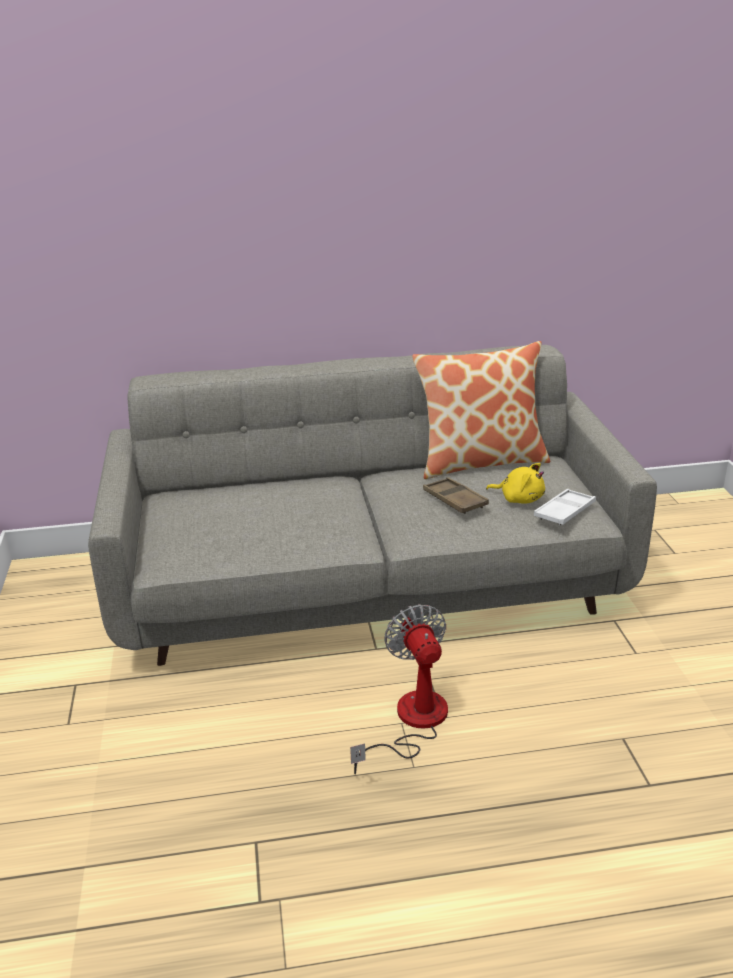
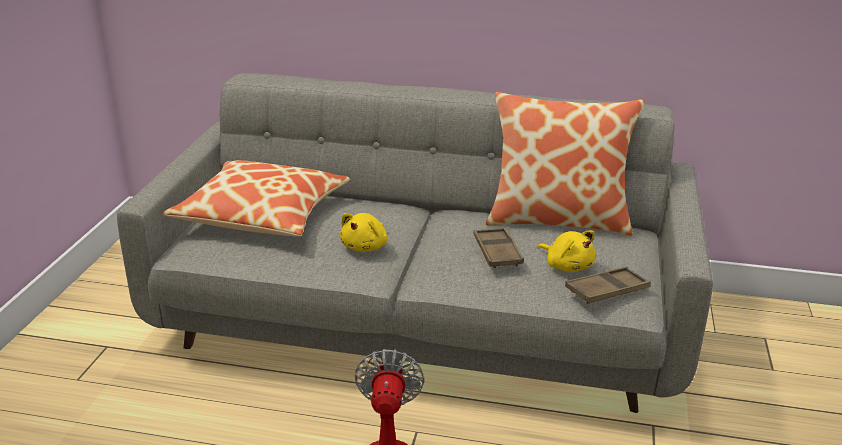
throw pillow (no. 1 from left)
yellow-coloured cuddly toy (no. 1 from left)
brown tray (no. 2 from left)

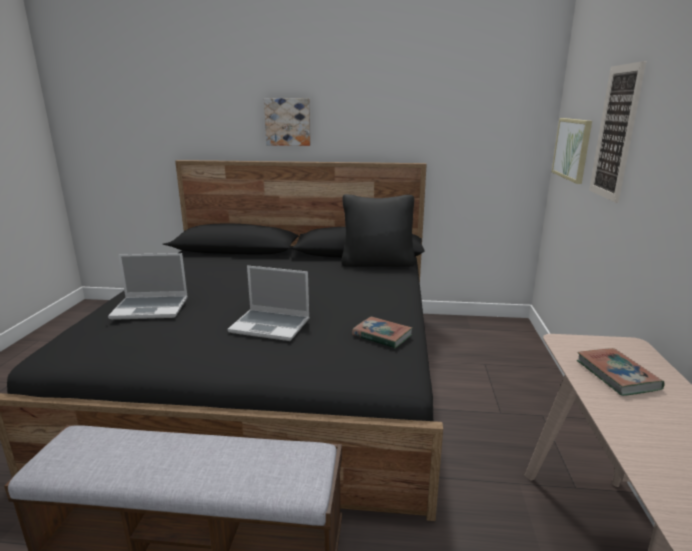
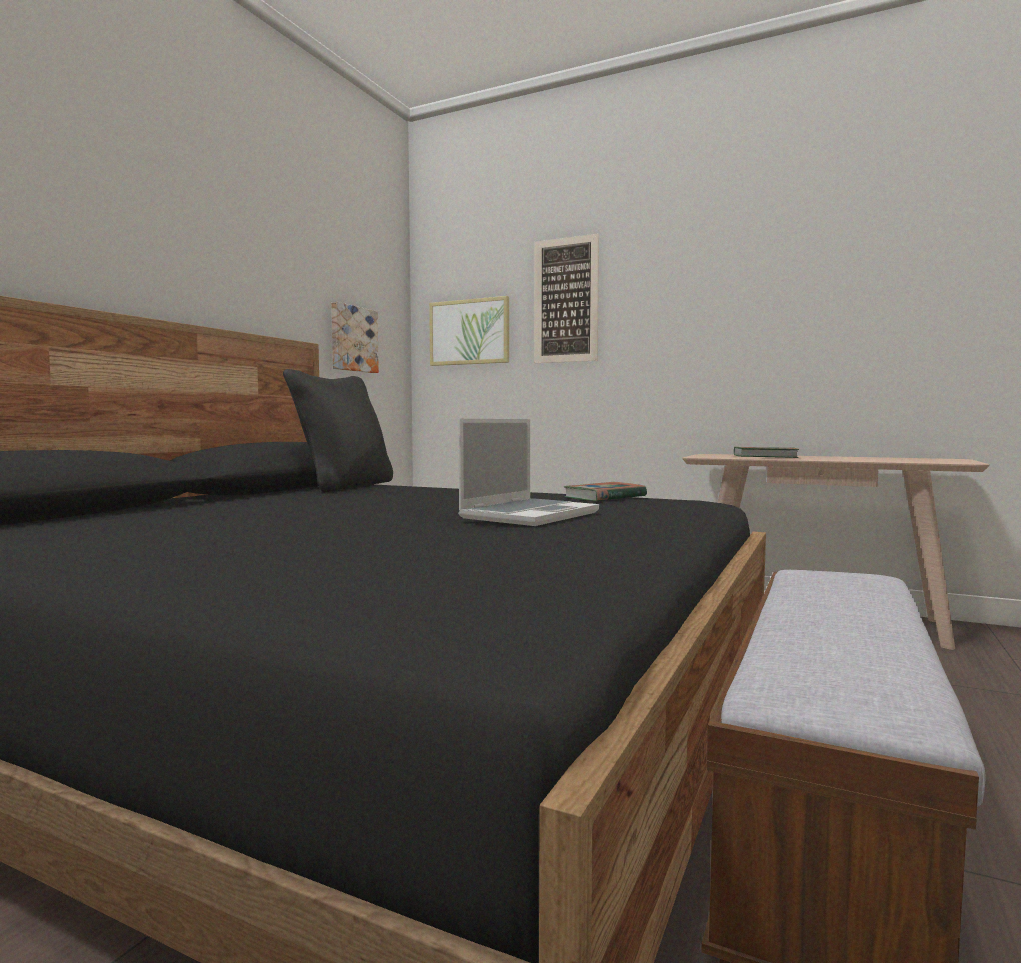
notebook computer (no. 1 from left in the first image)
wall picture (no. 1 from left)

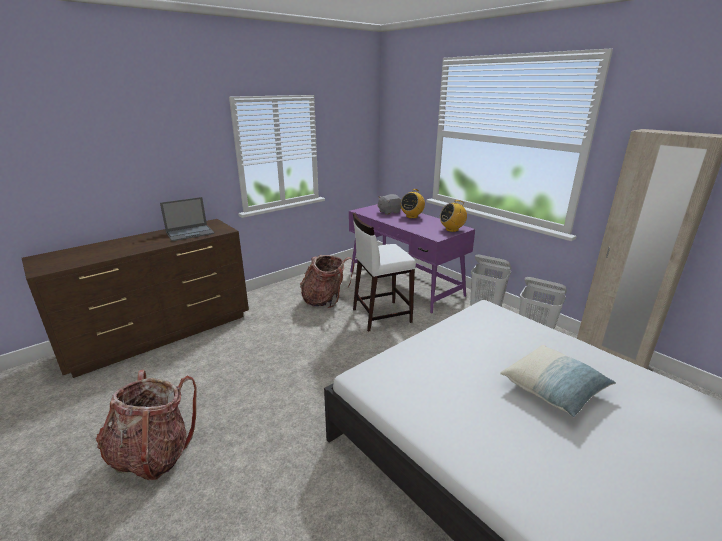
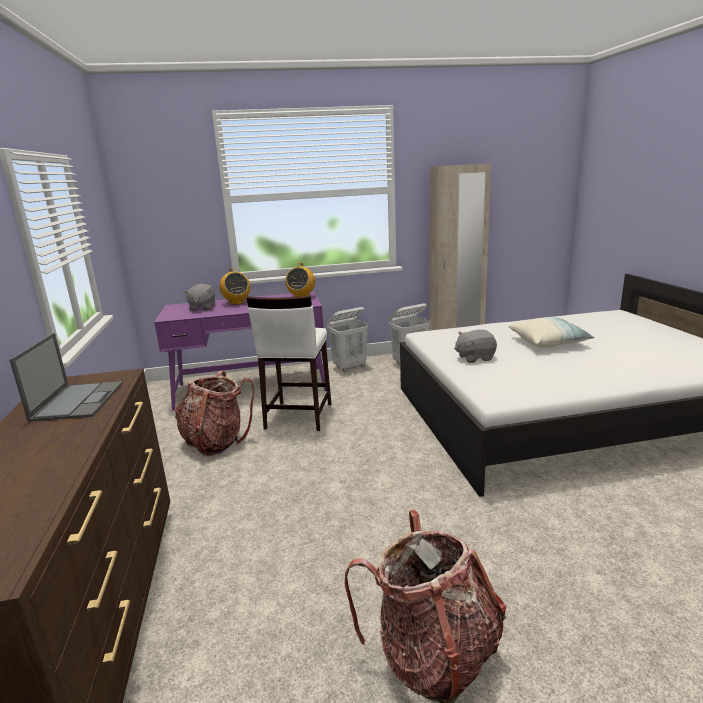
grey cuddly toy (no. 2 from left)

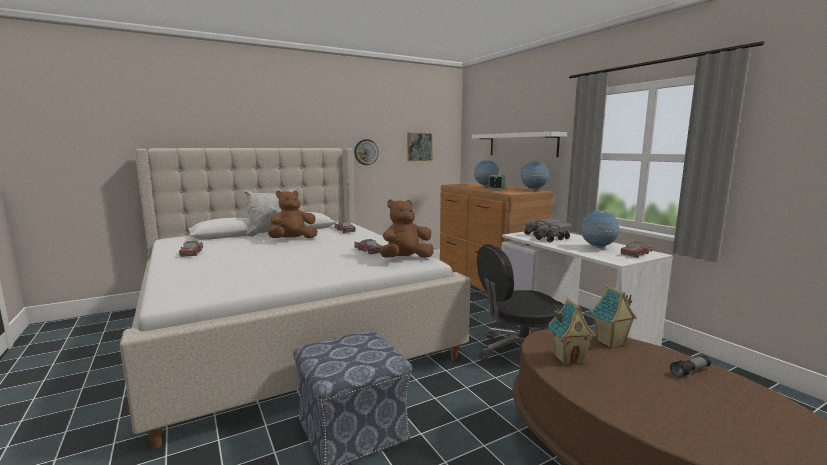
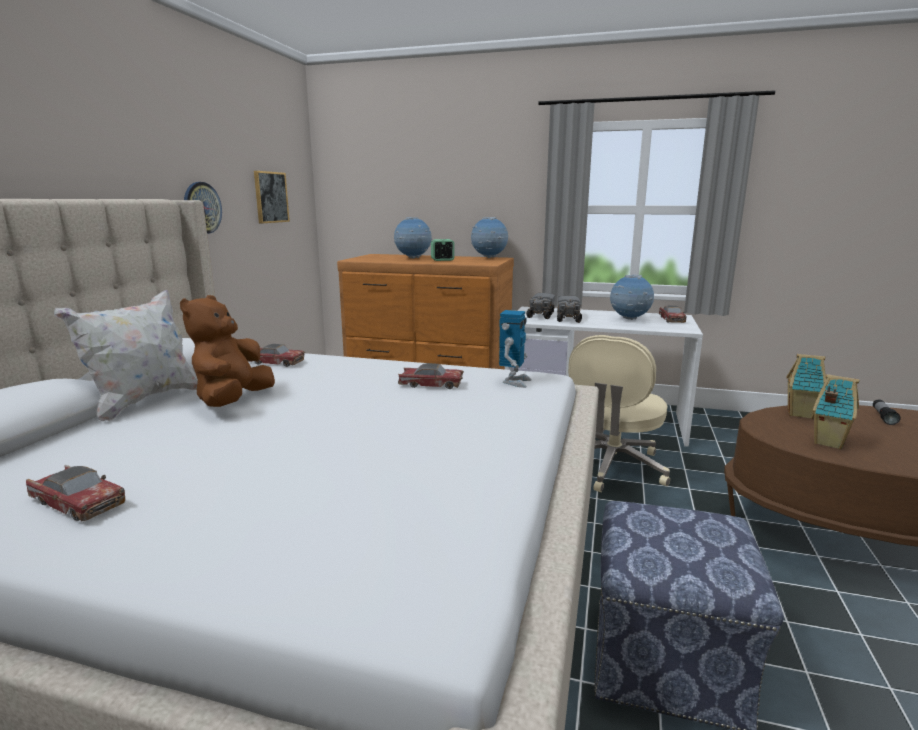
white shelf
model robot
sand-coloured desk chair

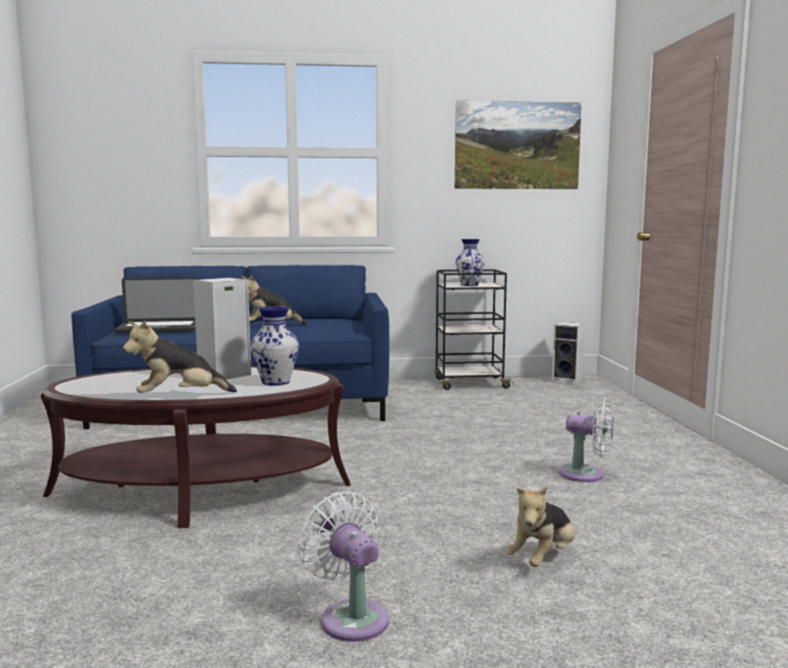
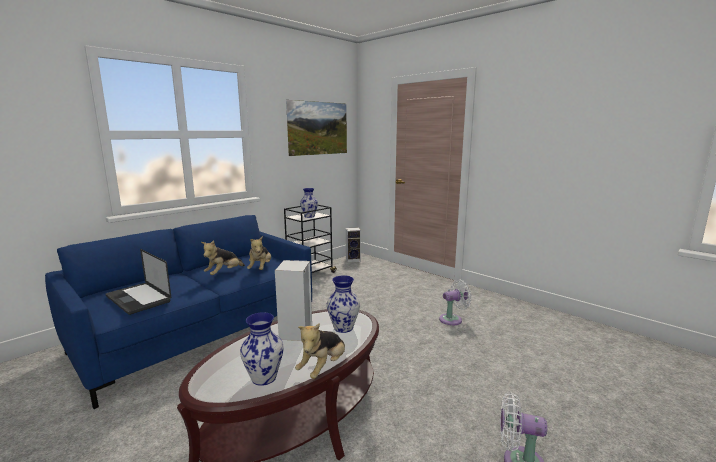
vase (no. 1 from left)
cuddly toy (no. 2 from left)
notebook computer

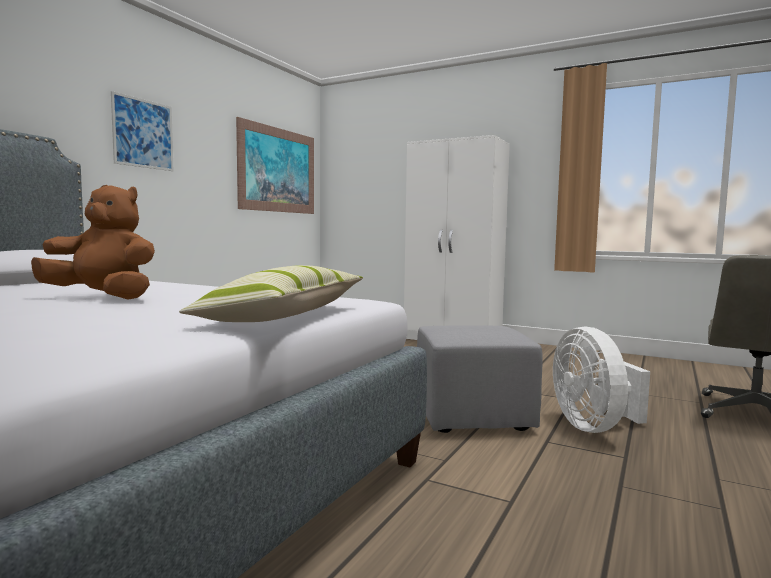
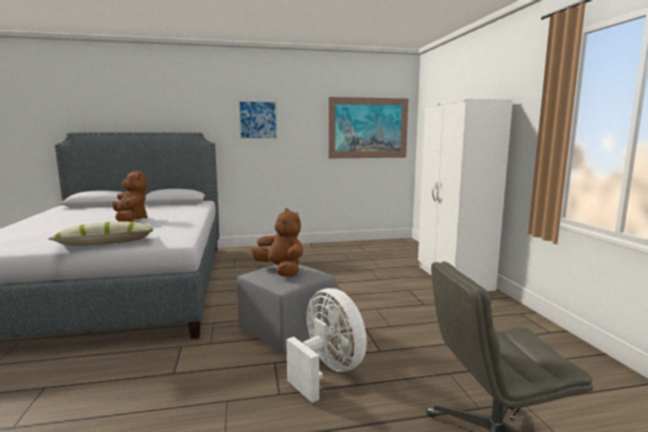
brown cuddly toy (no. 2 from left)
white electric fan

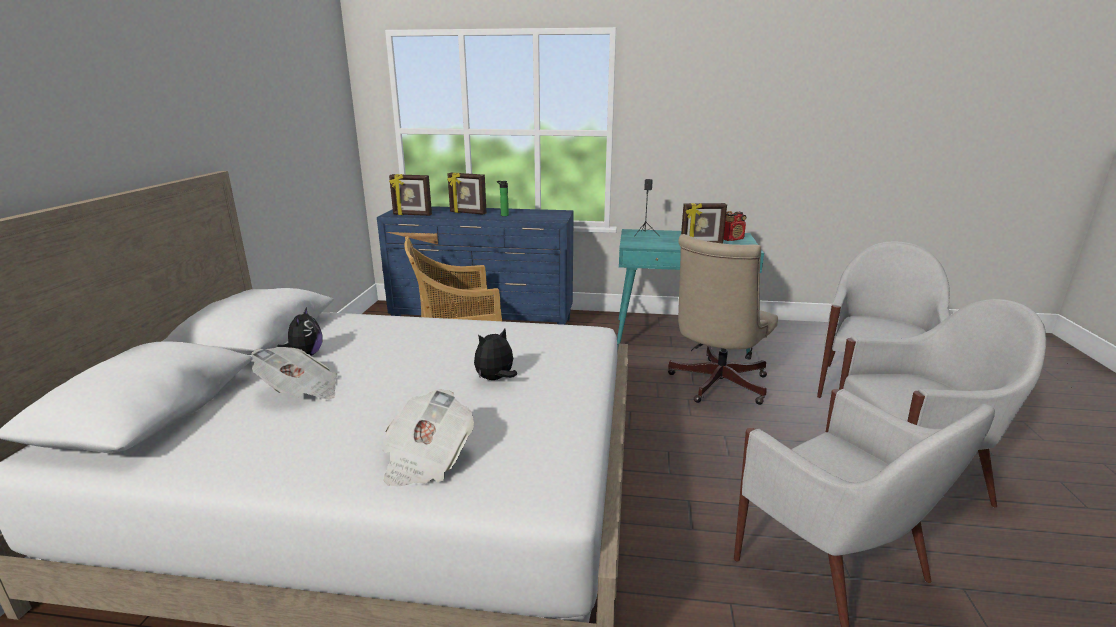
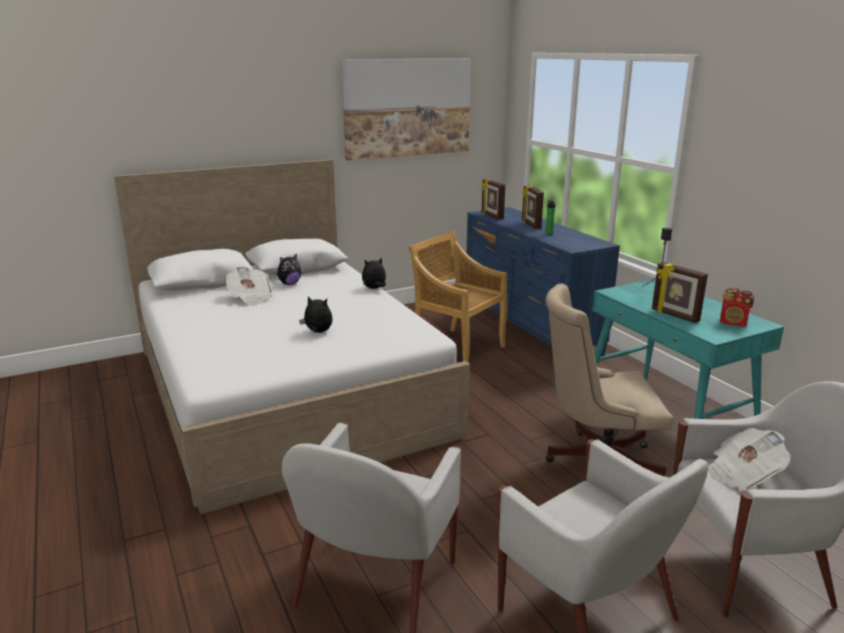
wall picture
cuddly toy (no. 3 from left)
printed paper (no. 2 from left)

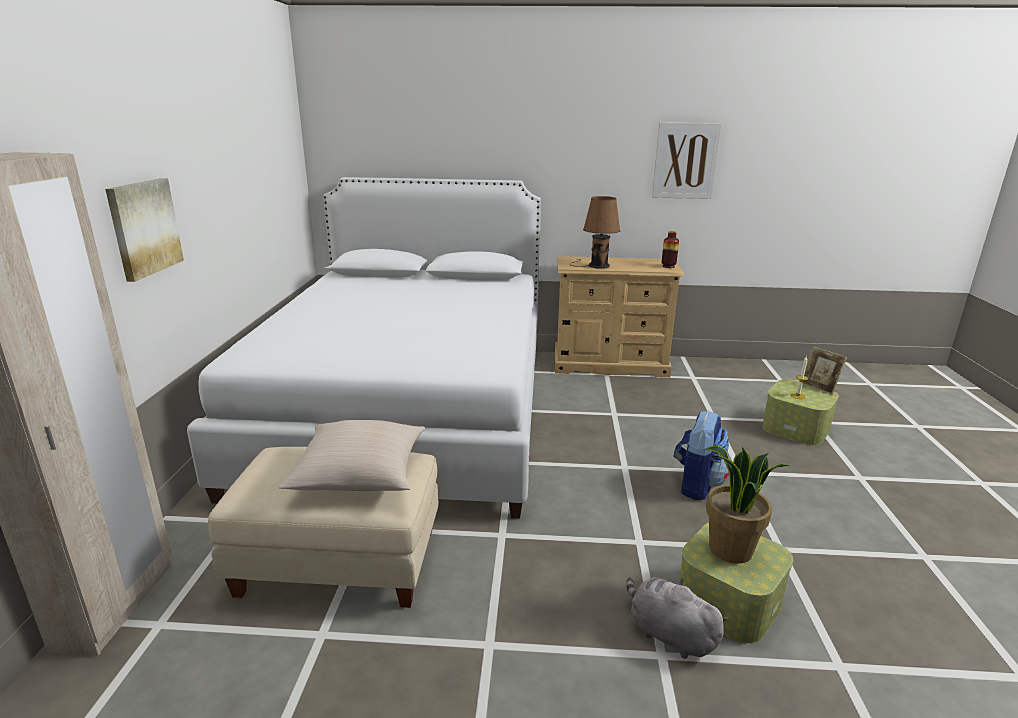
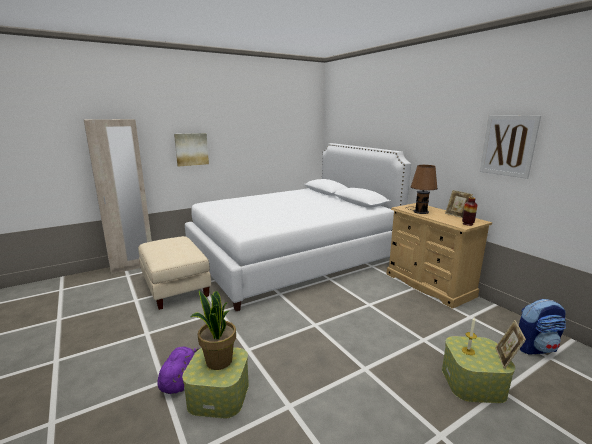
sand-coloured throw pillow
standing frame (no. 1 from left)
rucksack
purplish cuddly toy

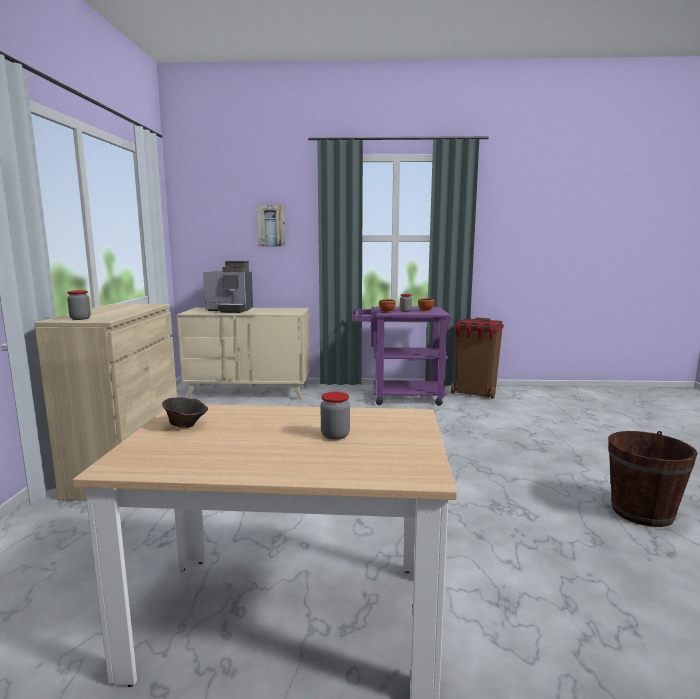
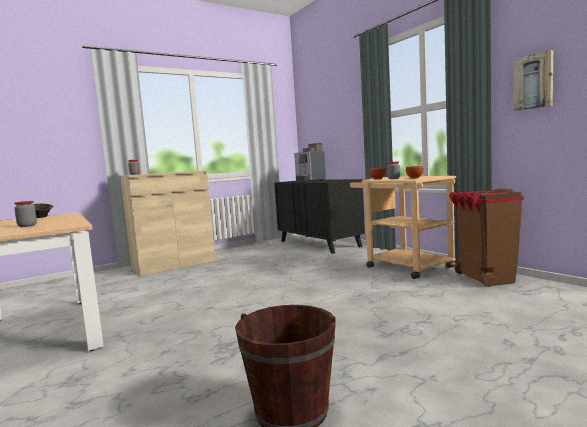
wall picture
blackish dresser
sand-coloured trolley

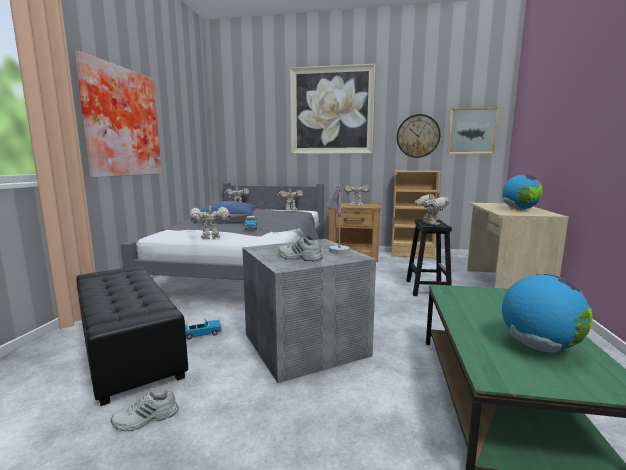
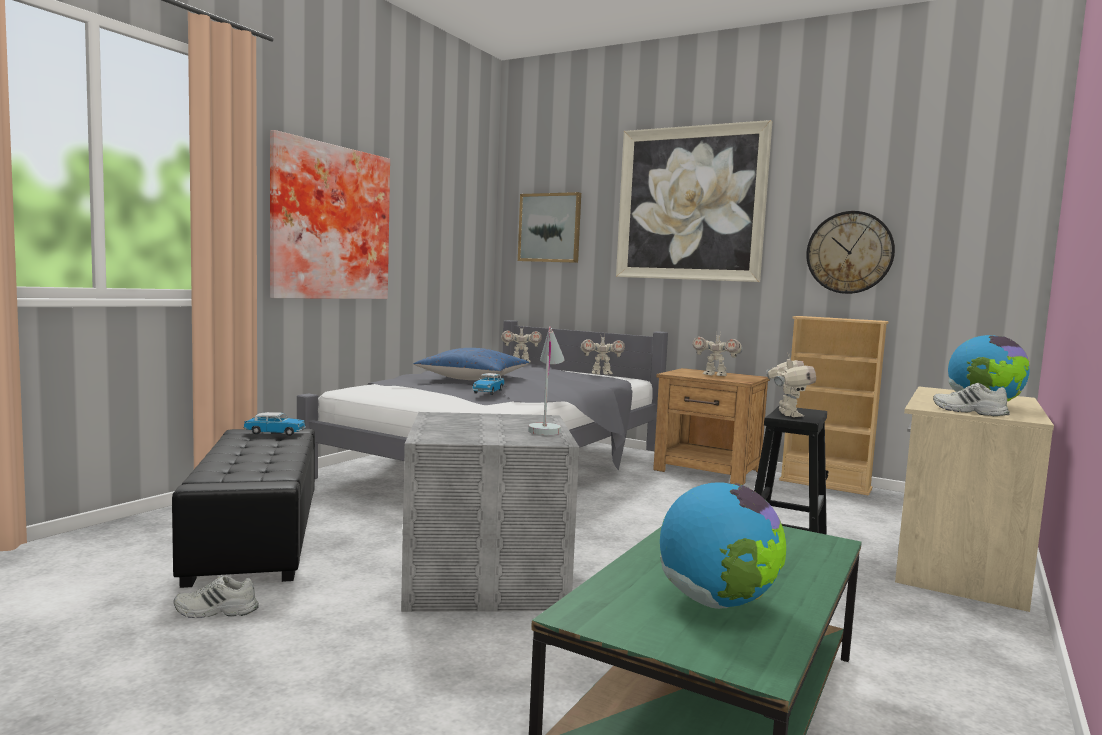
model robot (no. 1 from left in the first image)
toy car (no. 1 from left)
white item of footwear (no. 2 from left)
wall picture (no. 2 from left)

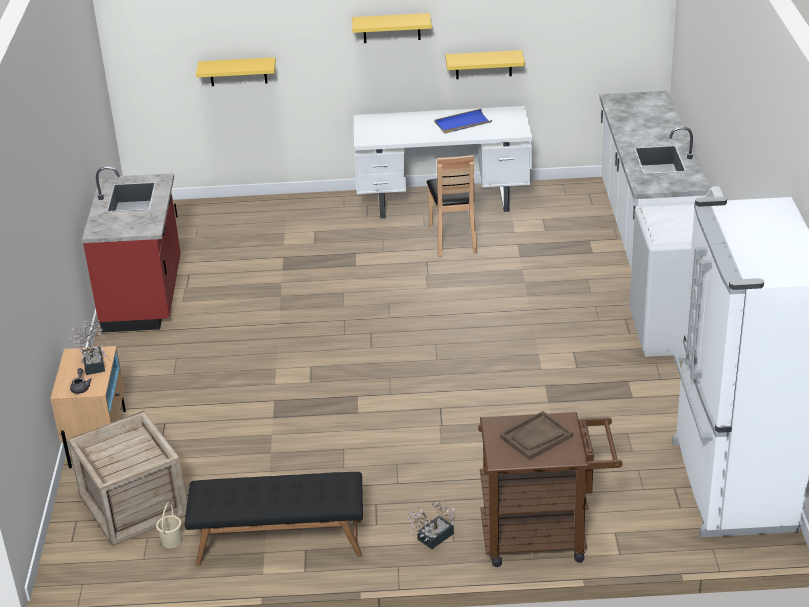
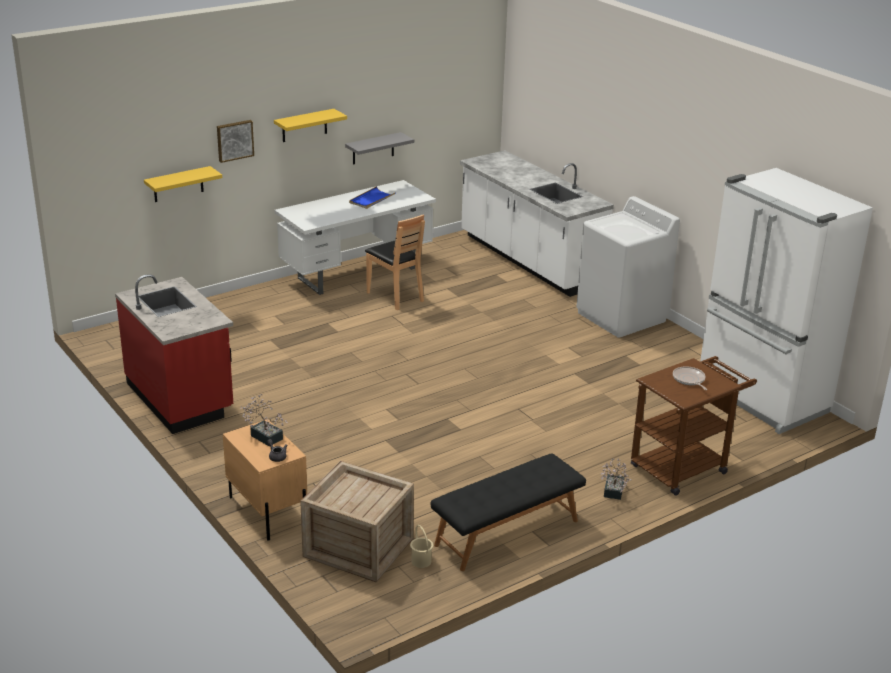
wall picture
pan
grey shelf

